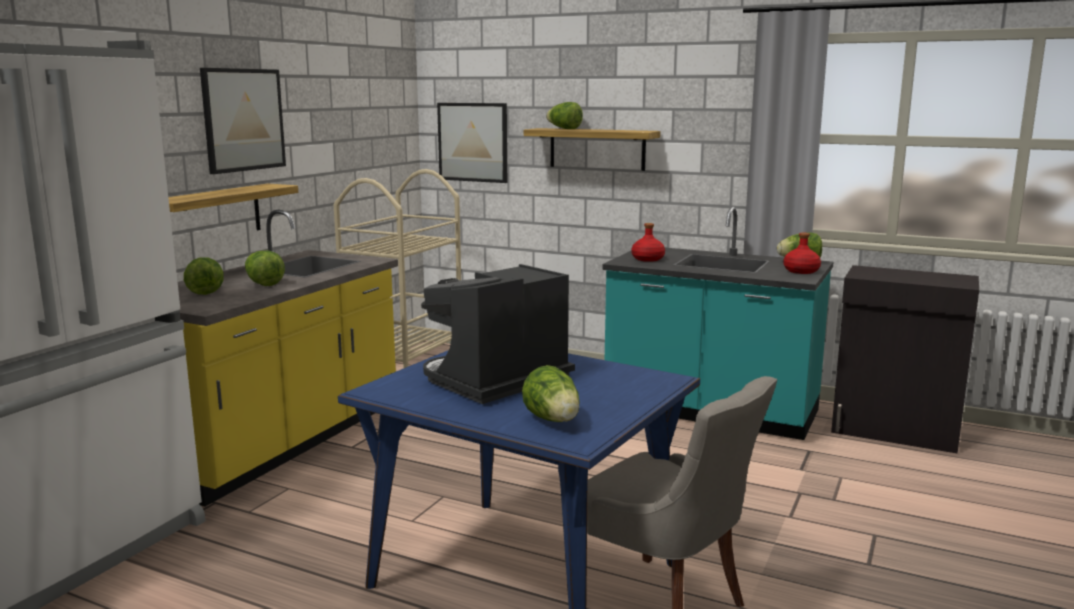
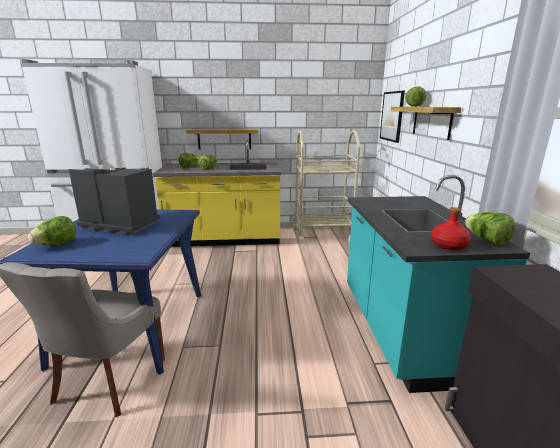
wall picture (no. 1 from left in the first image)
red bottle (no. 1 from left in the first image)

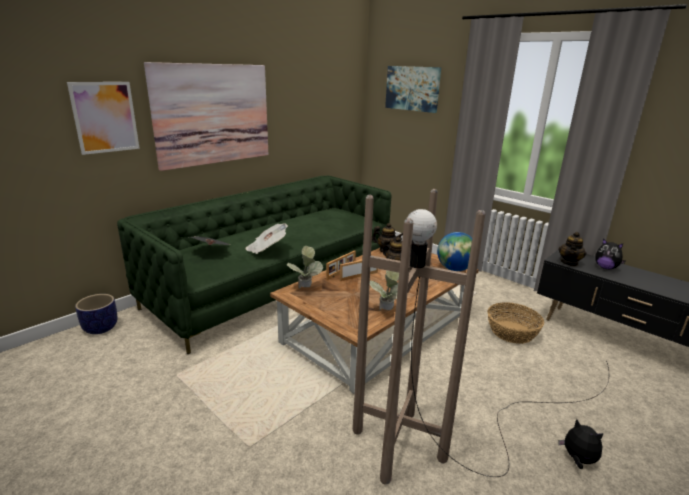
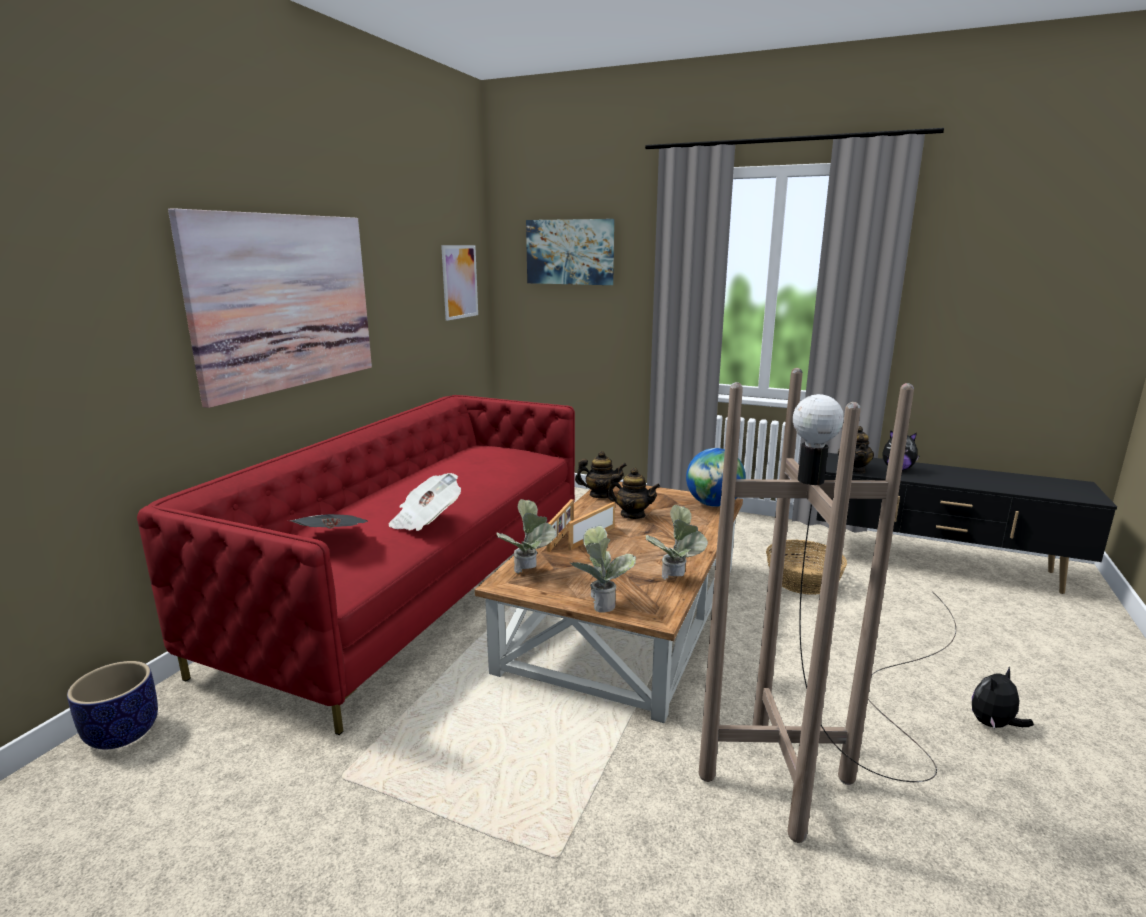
houseplant (no. 2 from left)
wall picture (no. 2 from left)
red couch
cuddly toy (no. 2 from left)

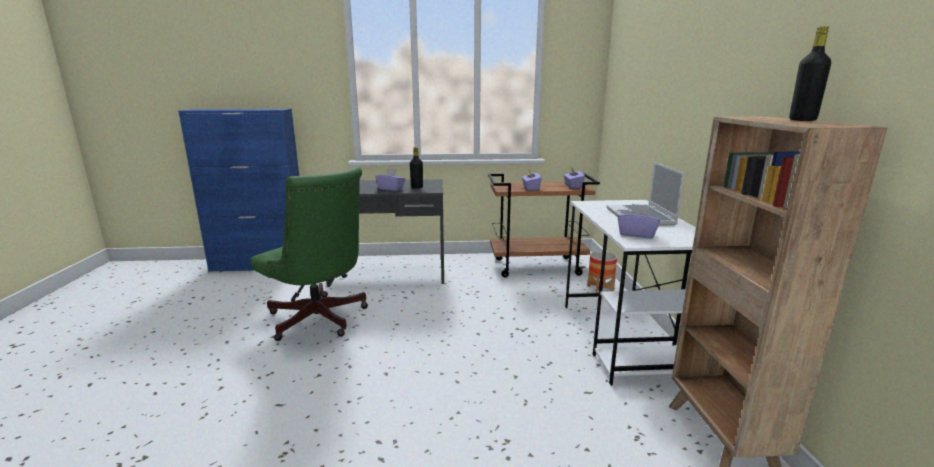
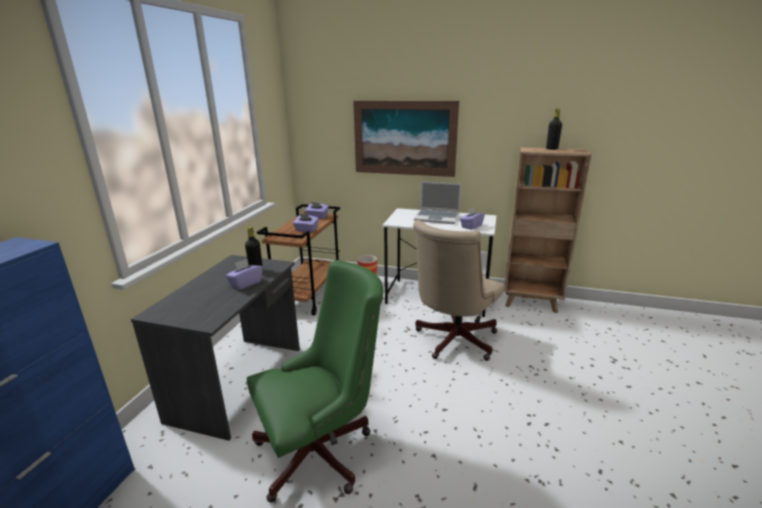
wall picture
sand-coloured desk chair

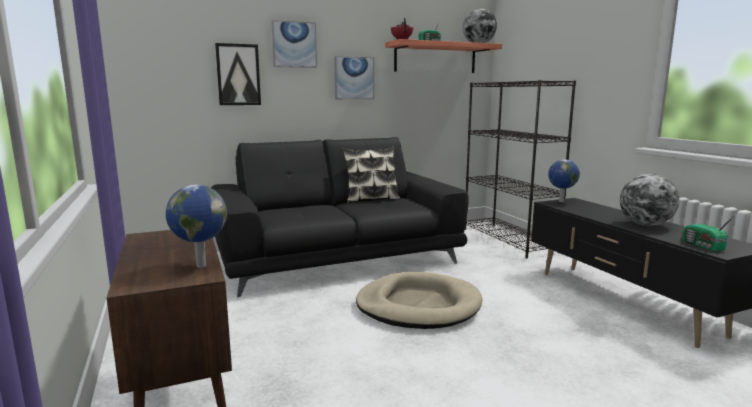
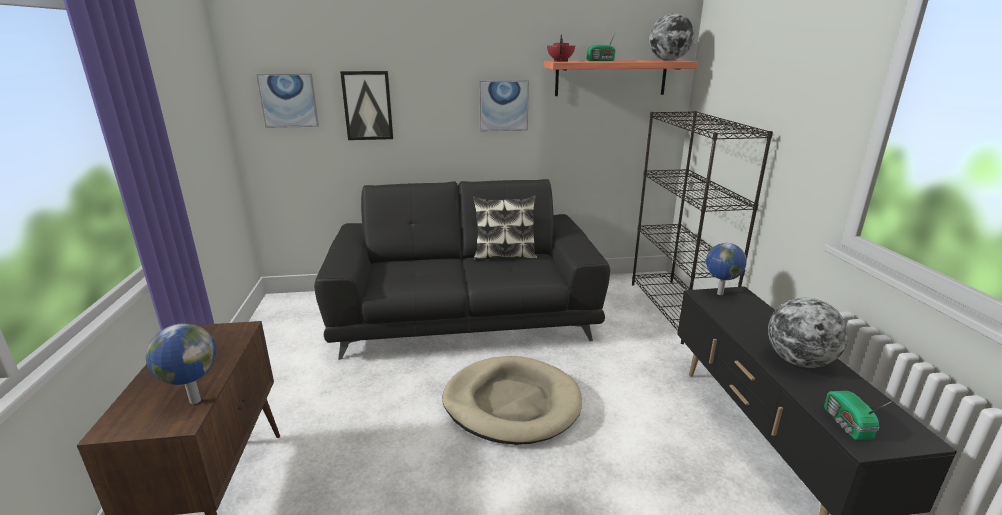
wall picture (no. 1 from left)

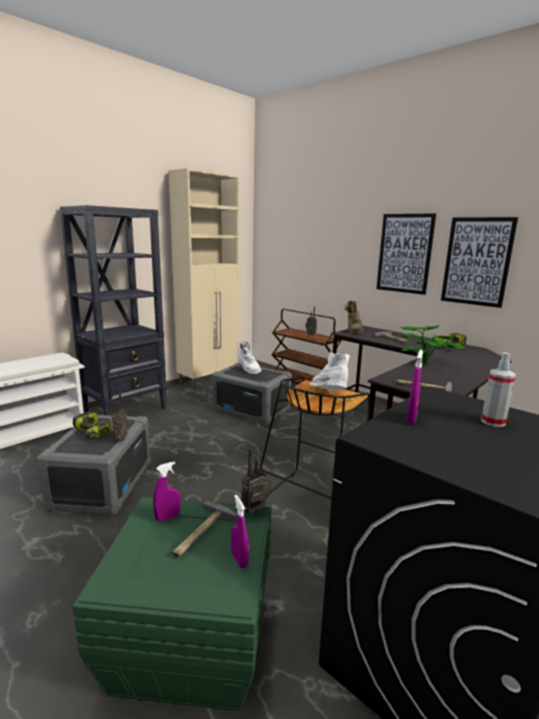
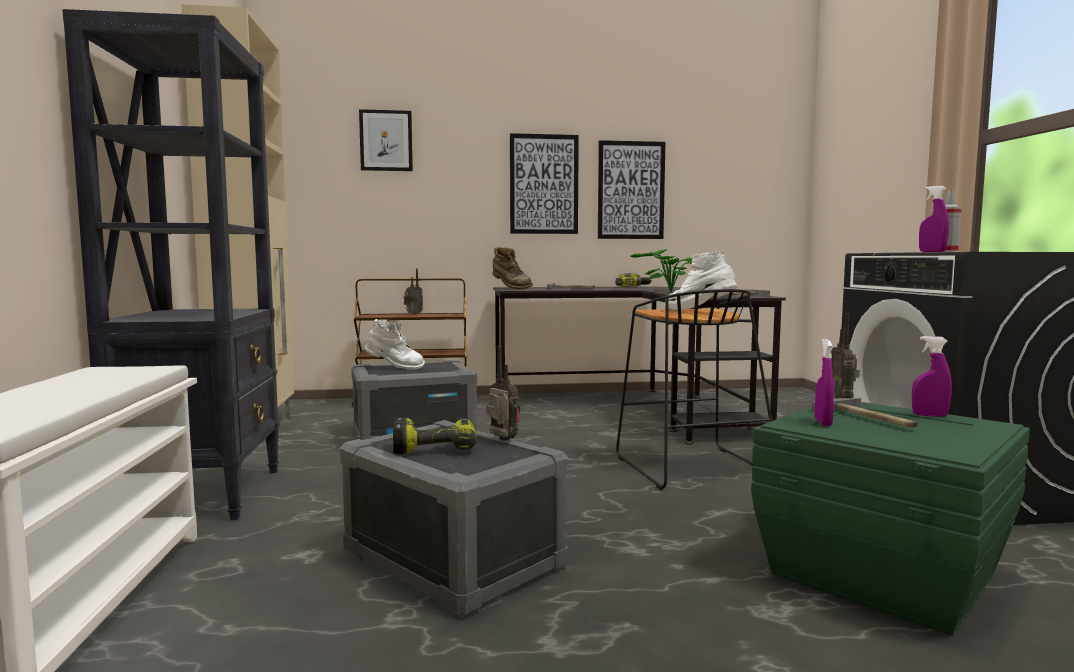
wall picture (no. 1 from left)

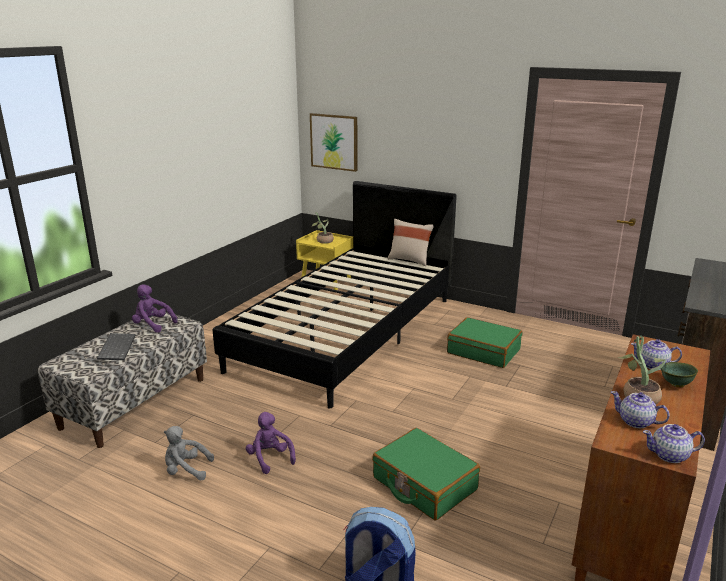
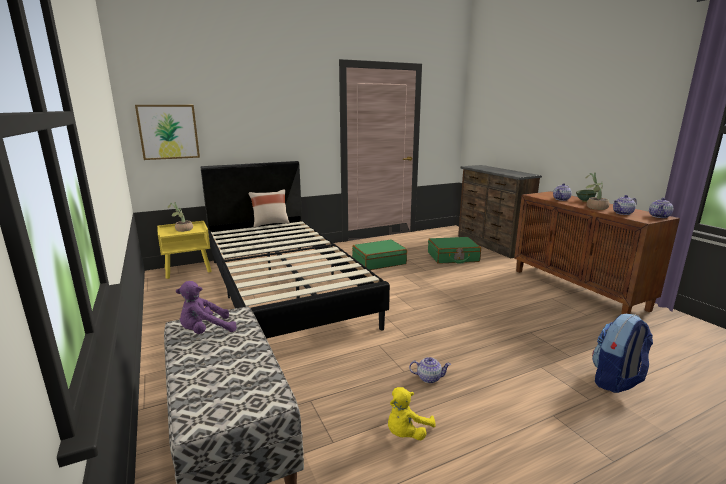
computer keyboard
green piece of luggage (no. 2 from left)
teapot (no. 1 from left)
yellow-coloured cuddly toy

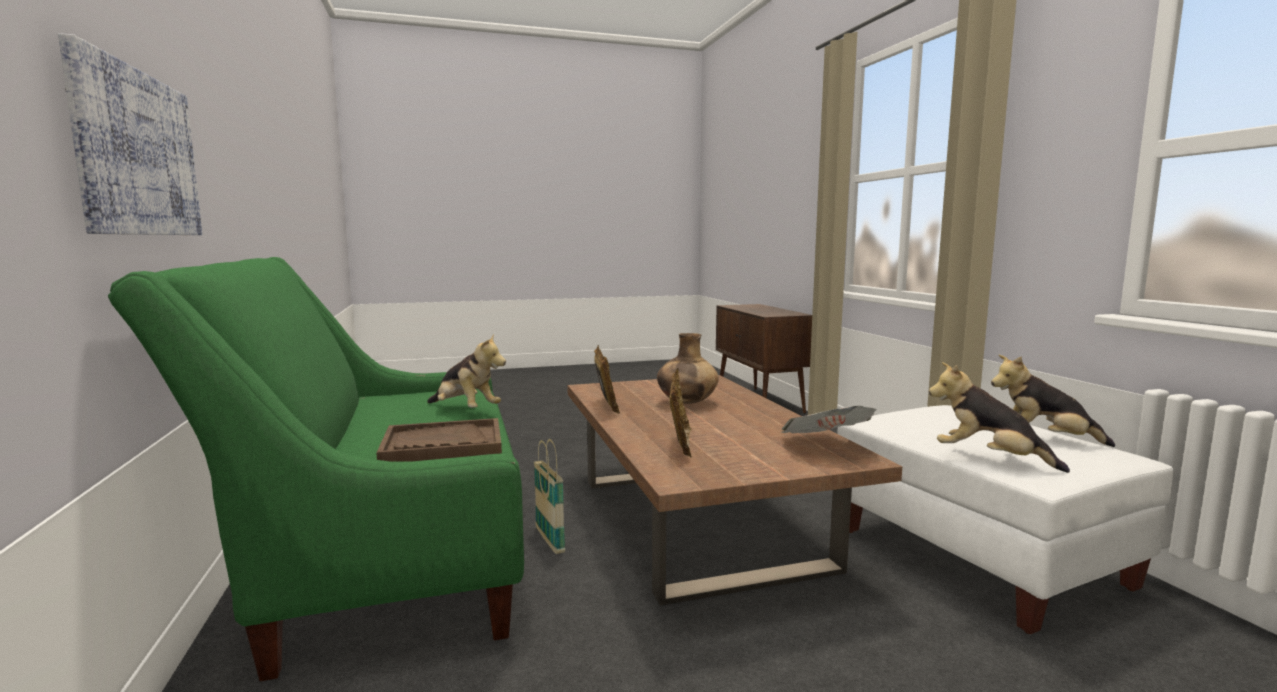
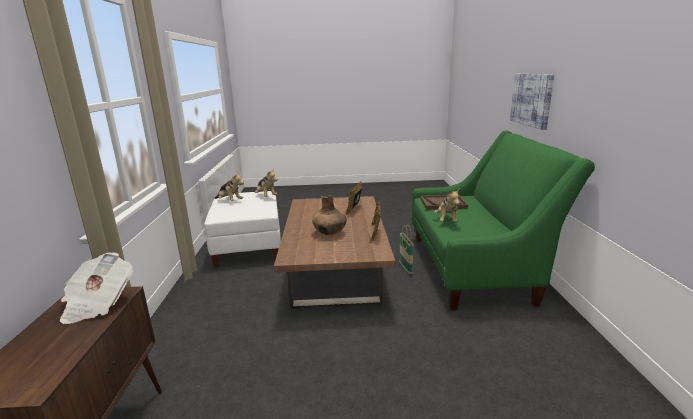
printed paper
cuddly toy (no. 3 from left)

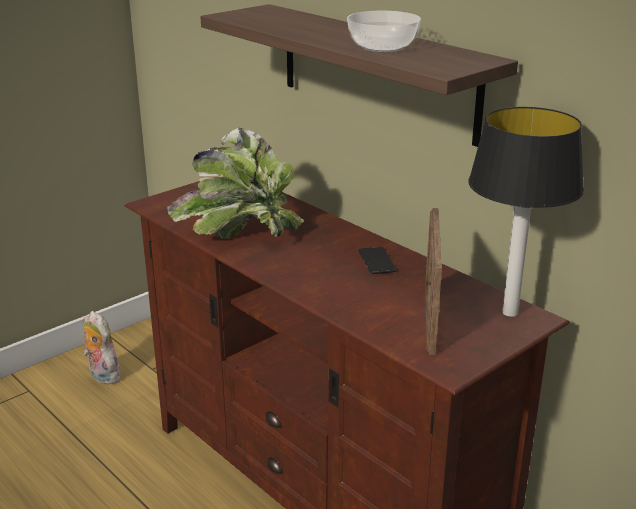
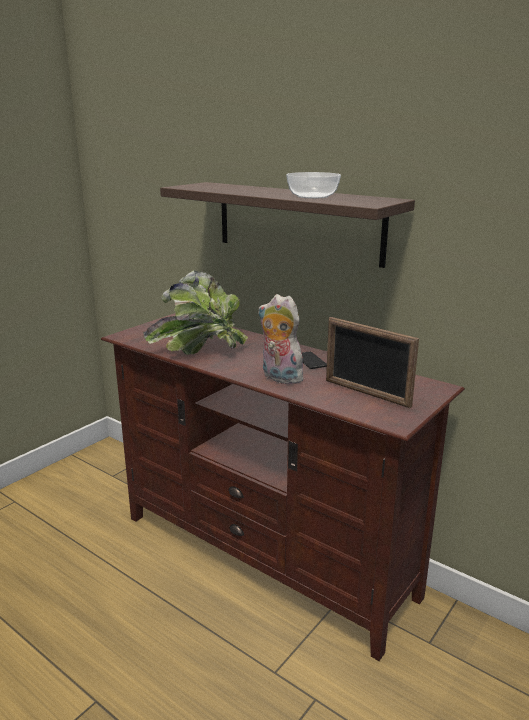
table lamp
cuddly toy
standing frame

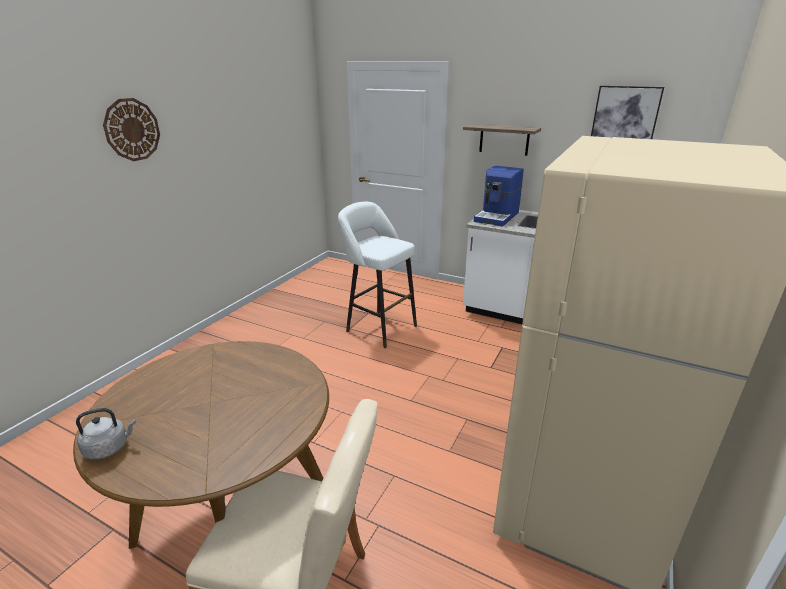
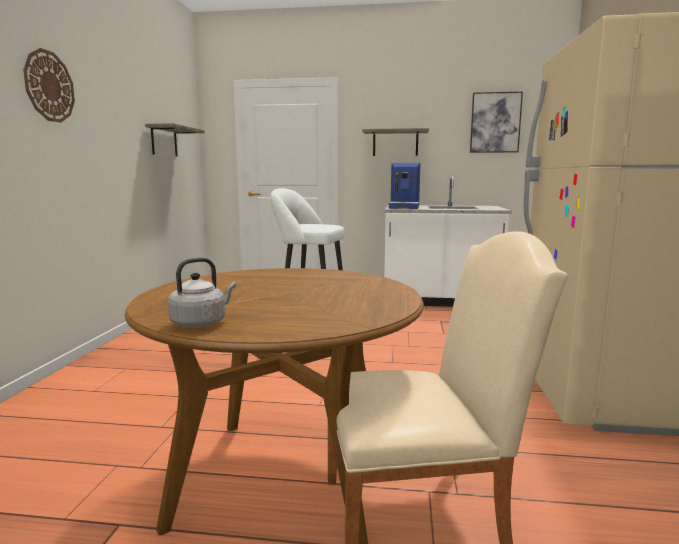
shelf (no. 1 from left)

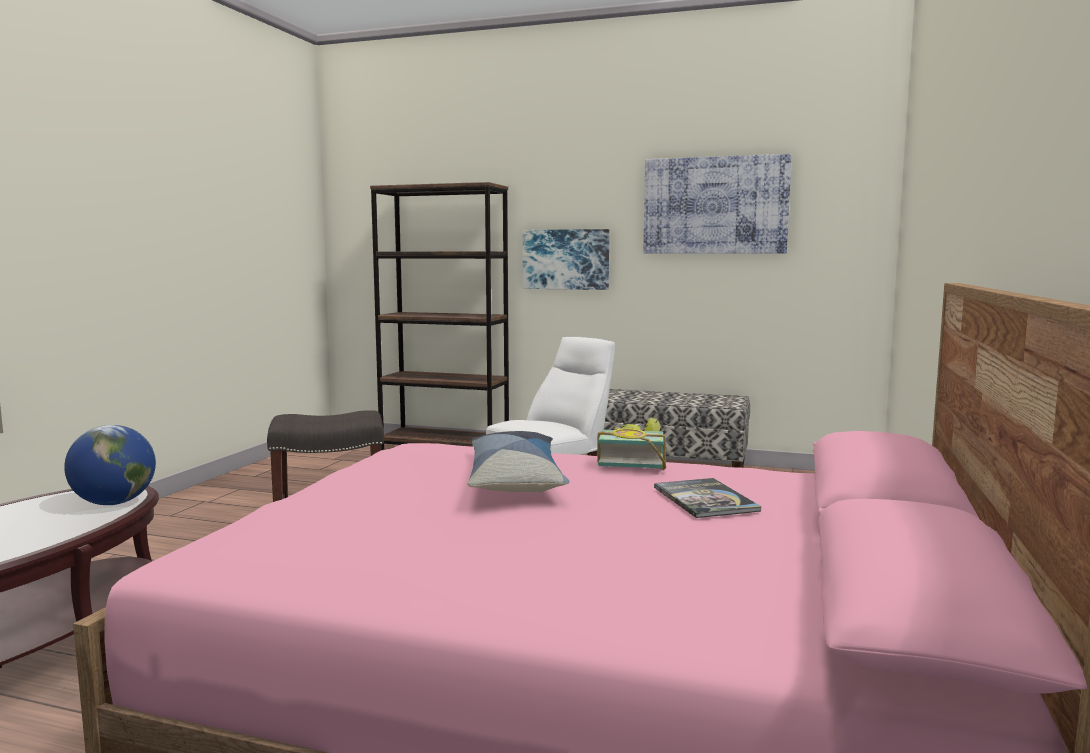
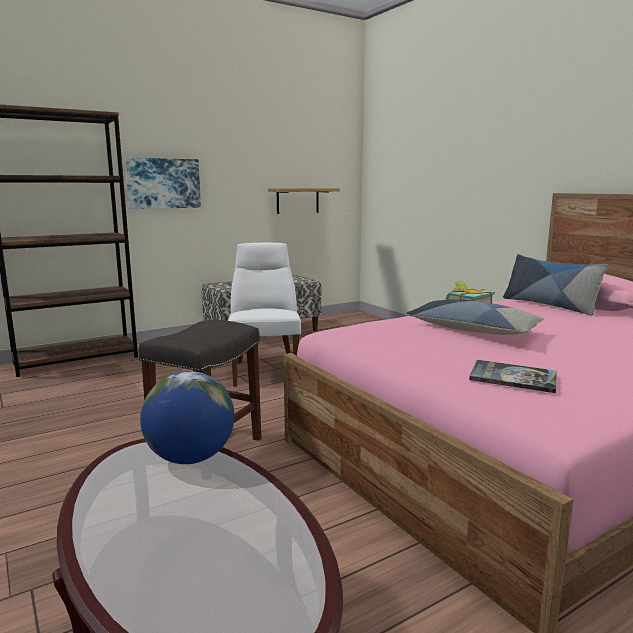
wall picture (no. 2 from left in the first image)
shelf
throw pillow (no. 2 from left)
bound book (no. 2 from left)

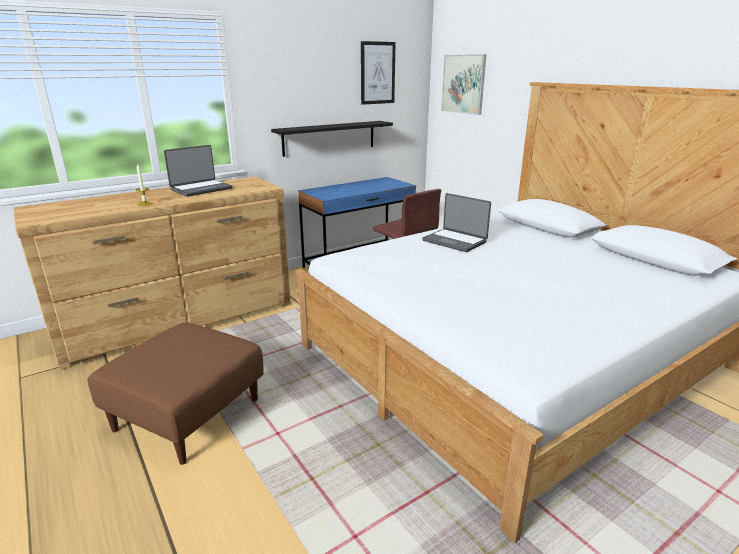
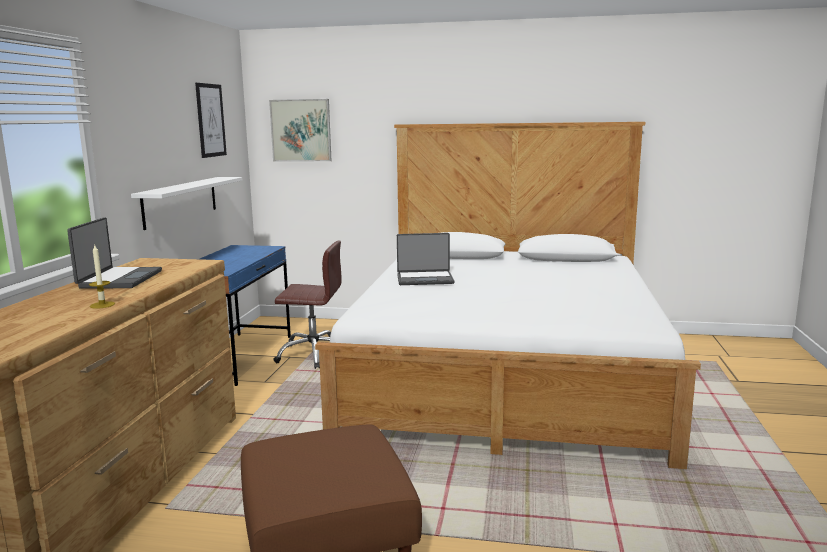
white shelf

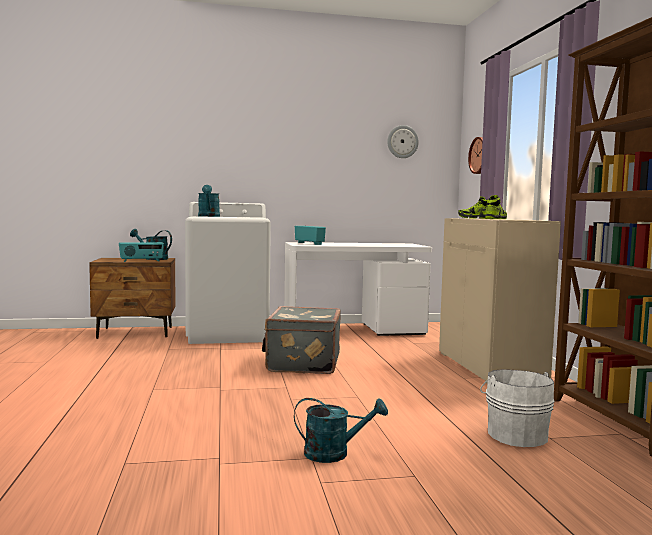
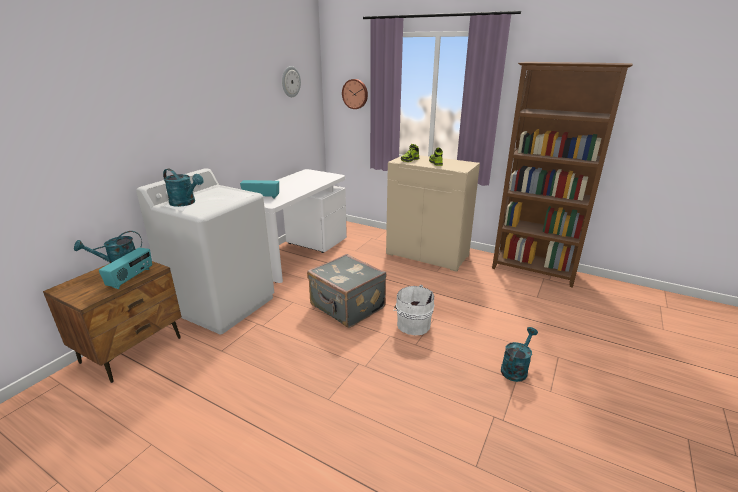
white bucket

